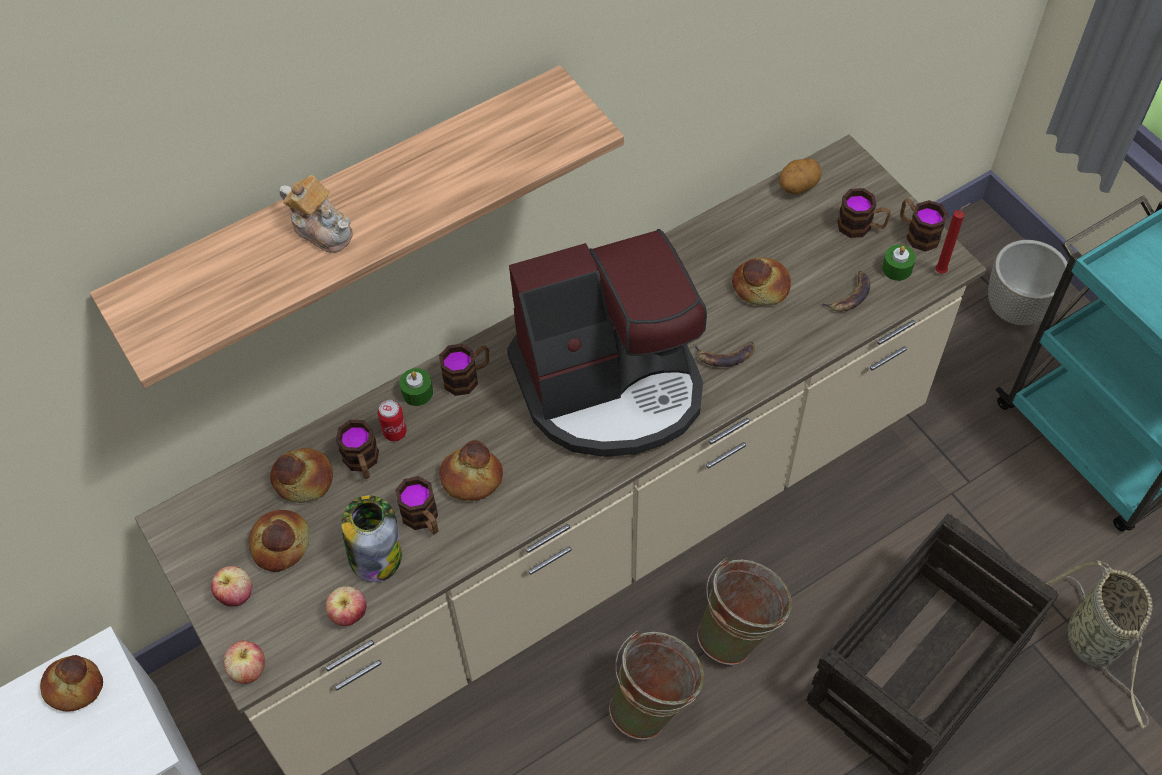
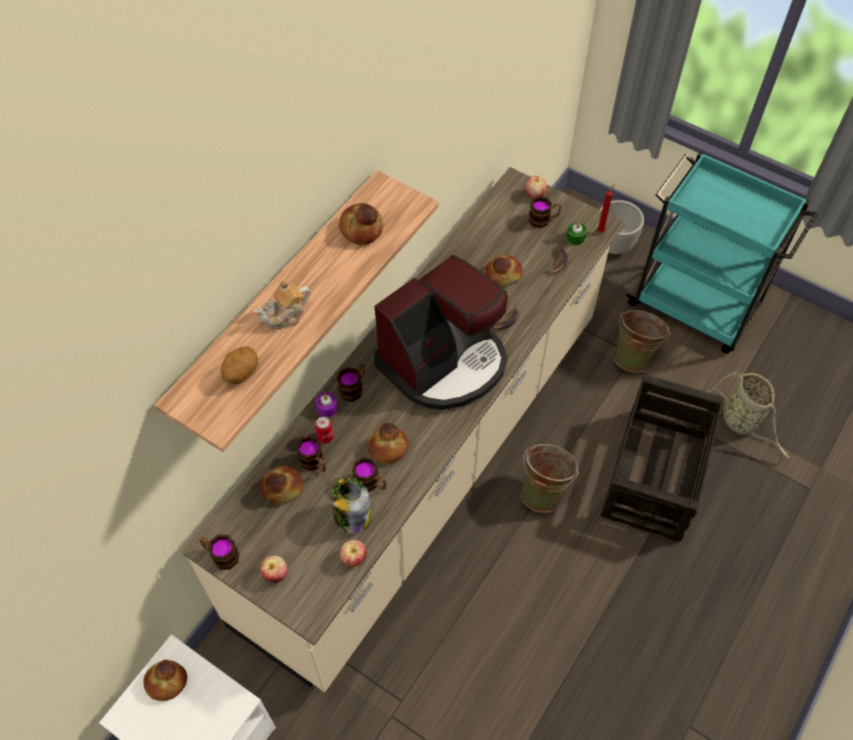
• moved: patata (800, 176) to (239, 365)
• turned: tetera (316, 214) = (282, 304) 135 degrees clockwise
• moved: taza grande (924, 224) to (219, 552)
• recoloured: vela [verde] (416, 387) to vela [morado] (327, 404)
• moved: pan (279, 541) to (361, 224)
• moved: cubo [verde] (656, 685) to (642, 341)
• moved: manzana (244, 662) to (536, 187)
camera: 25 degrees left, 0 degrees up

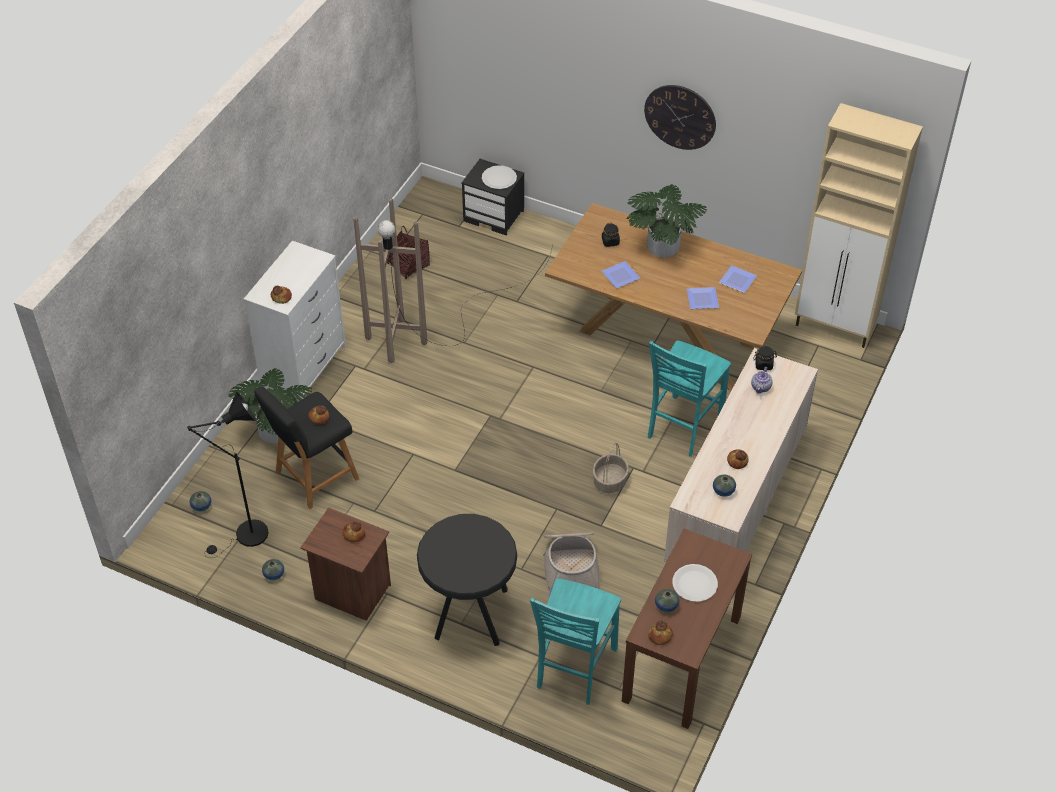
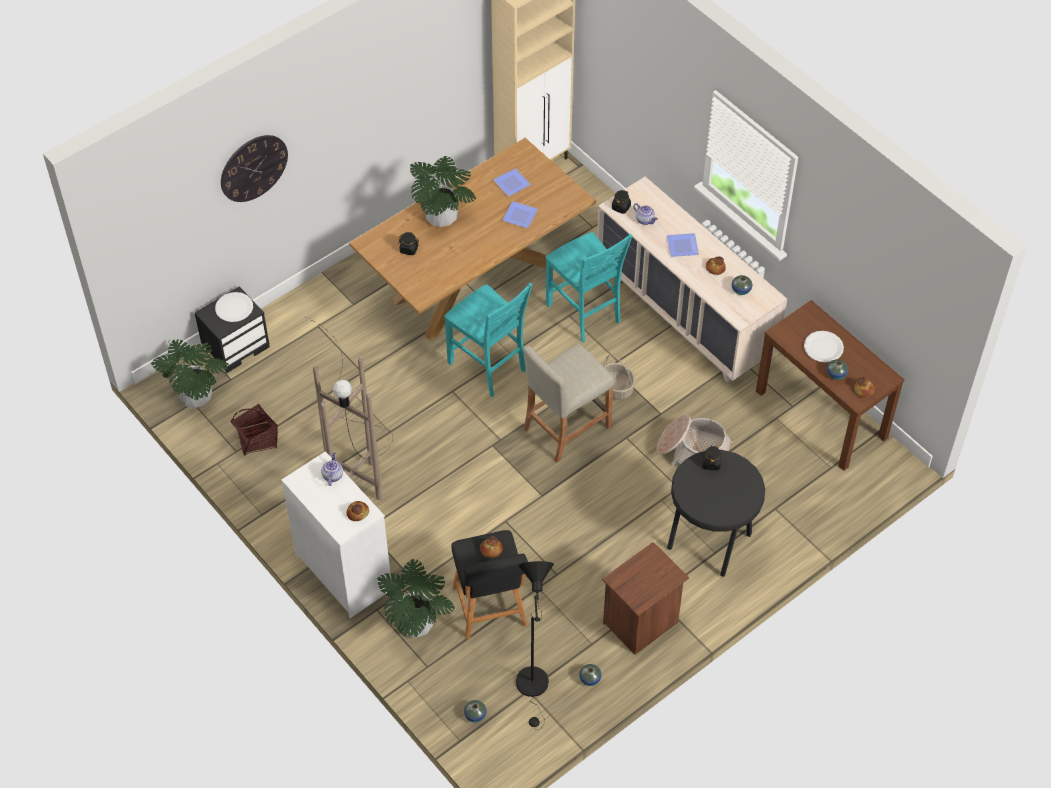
• moved: reloj de pared (680, 117) to (254, 168)
• moved: plato (620, 274) to (683, 245)
• removed: pan (353, 532)
• moved: silla [turquesa] (575, 641) to (488, 340)
• added: planta en maceta (190, 373)
• added: taburete [beis] (568, 403)
• added: tarro [negro] (712, 457)
• added: tetera (332, 469)
camera: 65 degrees left, 5 degrees up

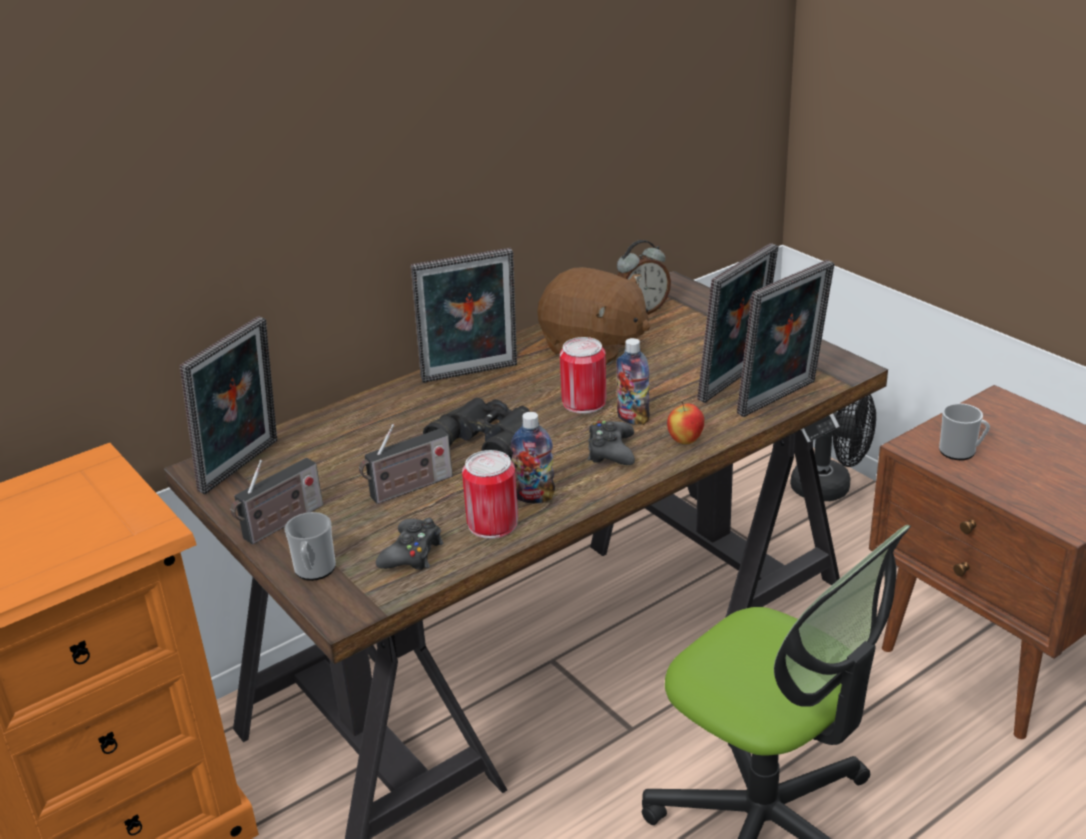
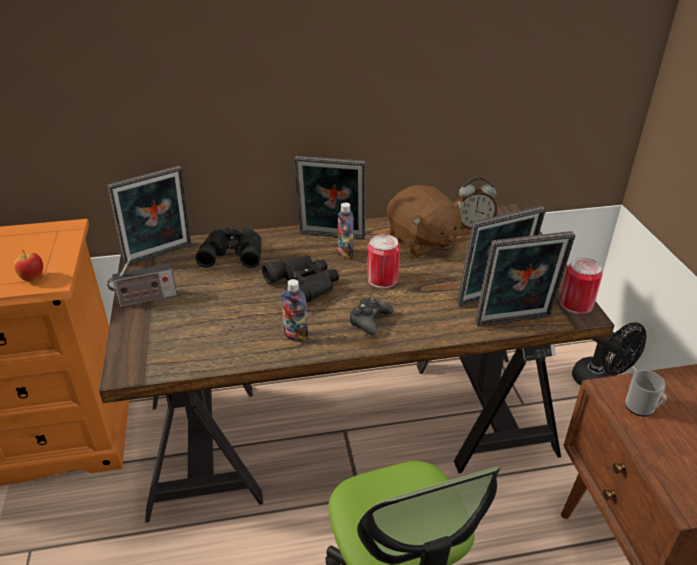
• moved: botella (632, 381) to (346, 231)
• moved: manzana (686, 422) to (28, 266)
• removed: radio (406, 464)
• moved: lata (490, 494) to (581, 285)
• removed: taza grande (310, 546)
• removed: mando de consola [negro] (409, 544)
• added: prismáticos [negro] (228, 248)
camera: 25 degrees right, 5 degrees up

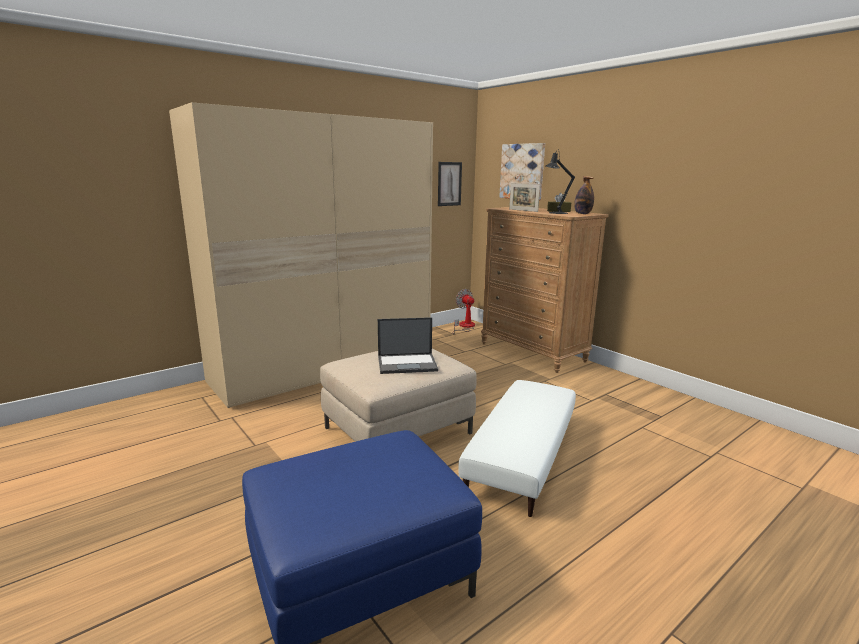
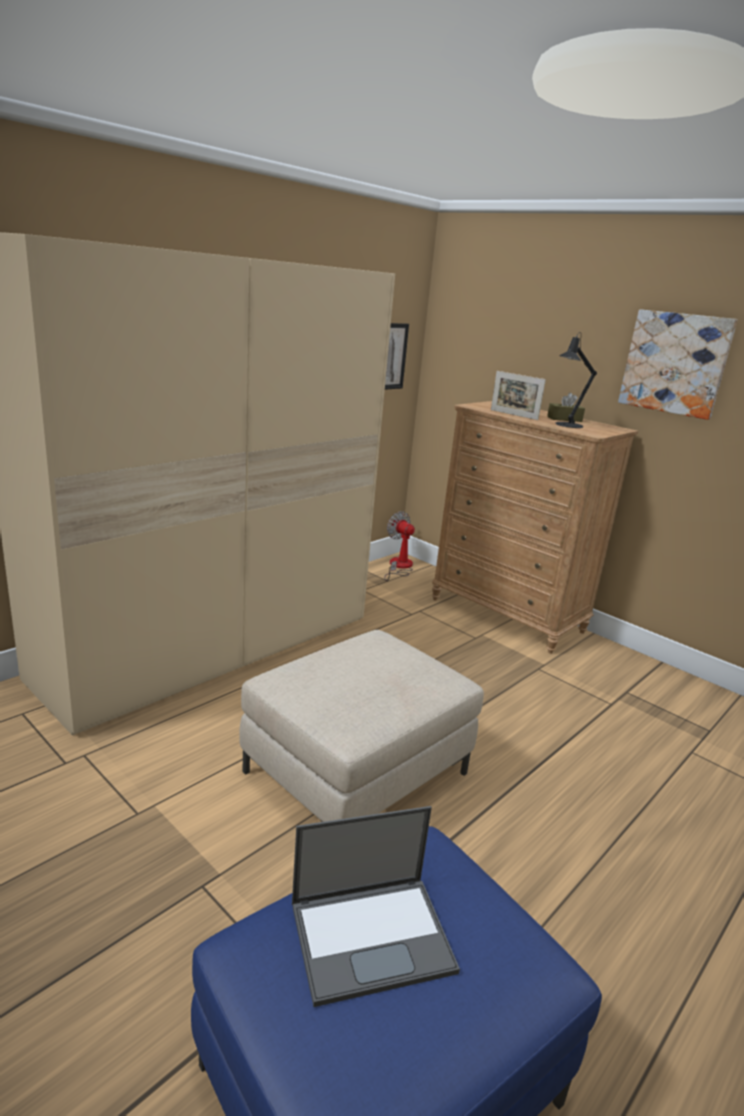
• moved: cuadro (522, 171) to (678, 364)
• removed: botella (584, 195)
• moved: portátil (408, 345) to (376, 906)
• removed: puf [blanco] (517, 448)
camera: 10 degrees left, 5 degrees up

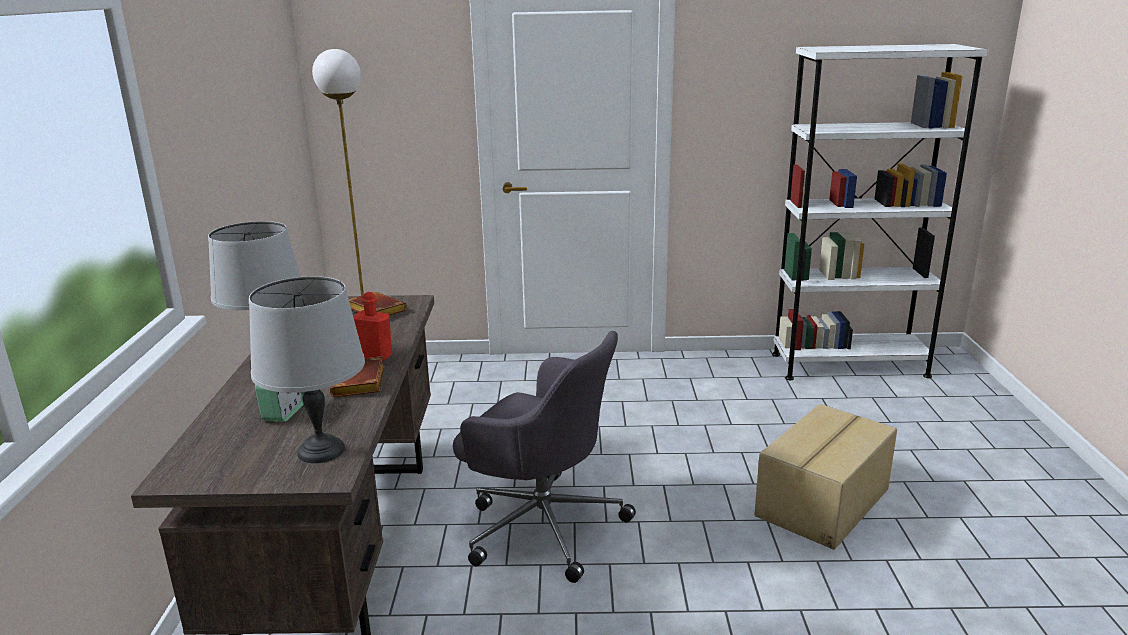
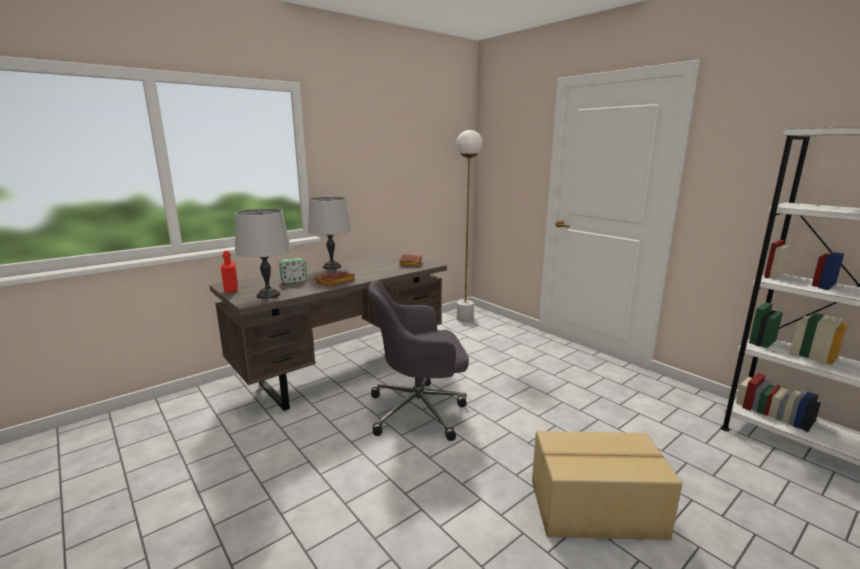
• moved: botella [rojo] (372, 326) to (229, 271)
• turned: silla de oficina [gris] (544, 457) = (418, 360) 90 degrees clockwise
camera: 50 degrees right, 5 degrees down

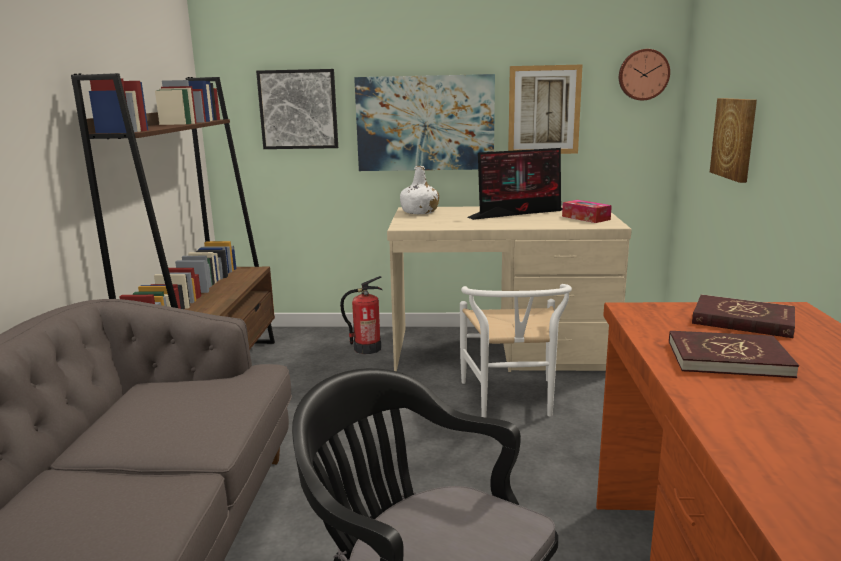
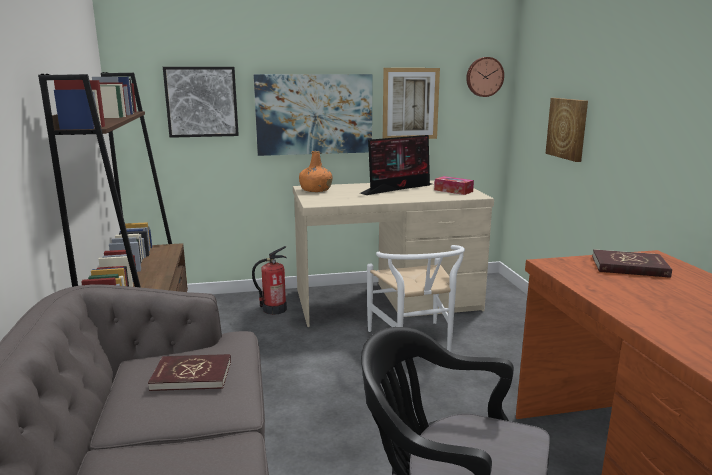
• recoloured: botella [blanco] (419, 190) to botella [naranja] (316, 171)
• moved: libro [rojo] (734, 354) to (189, 372)
camera: 15 degrees left, 0 degrees up

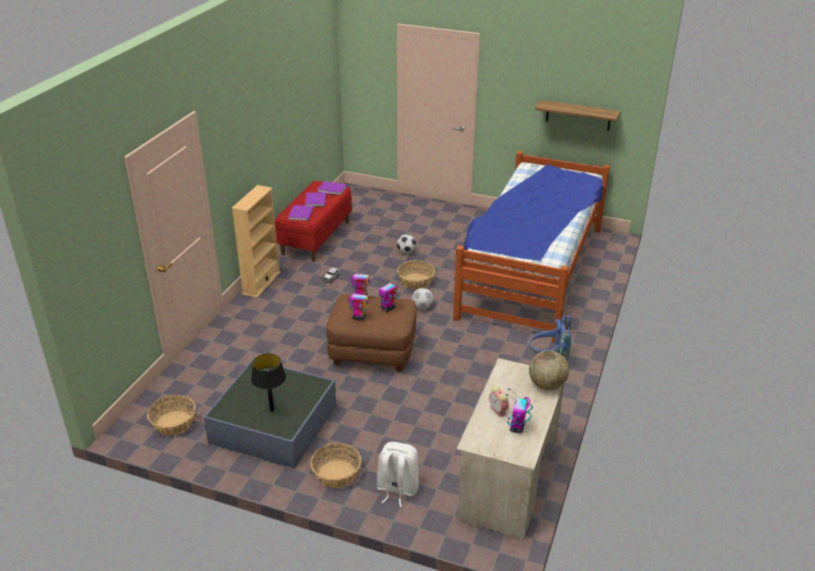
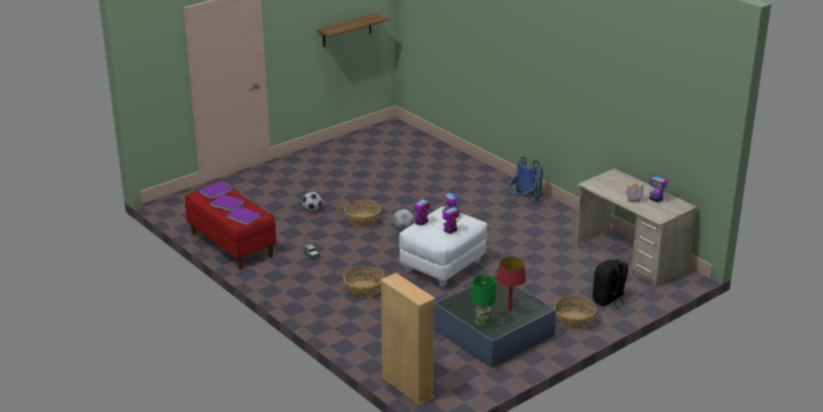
• removed: cama (531, 246)
• moved: estantería [beis] (256, 241) to (408, 339)
• recoloured: puf [marrón] (371, 333) to puf [blanco] (443, 247)
• removed: globo terráqueo (549, 370)
• recoloured: lámpara de mesa [negro] (268, 382) to lámpara de mesa [rojo] (511, 284)
• moved: cesta (171, 415) to (363, 281)
• recoloured: mochila [blanco] (398, 474) to mochila [negro] (611, 284)
• added: lámpara de mesa [verde] (484, 301)
camera: 60 degrees left, 5 degrees down

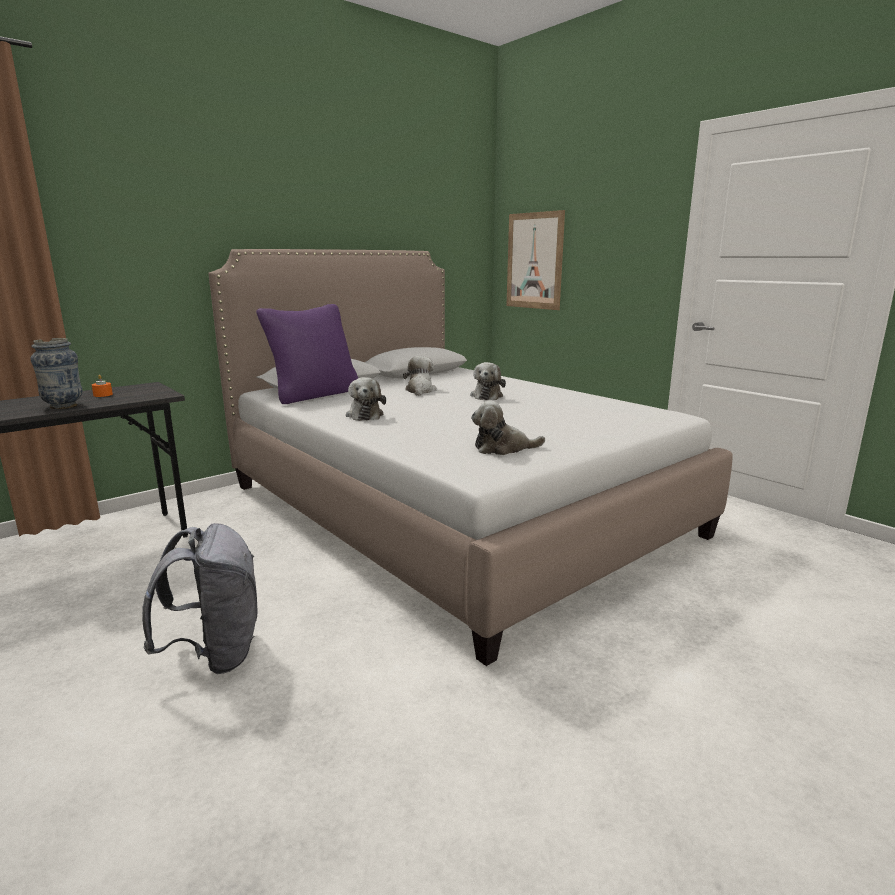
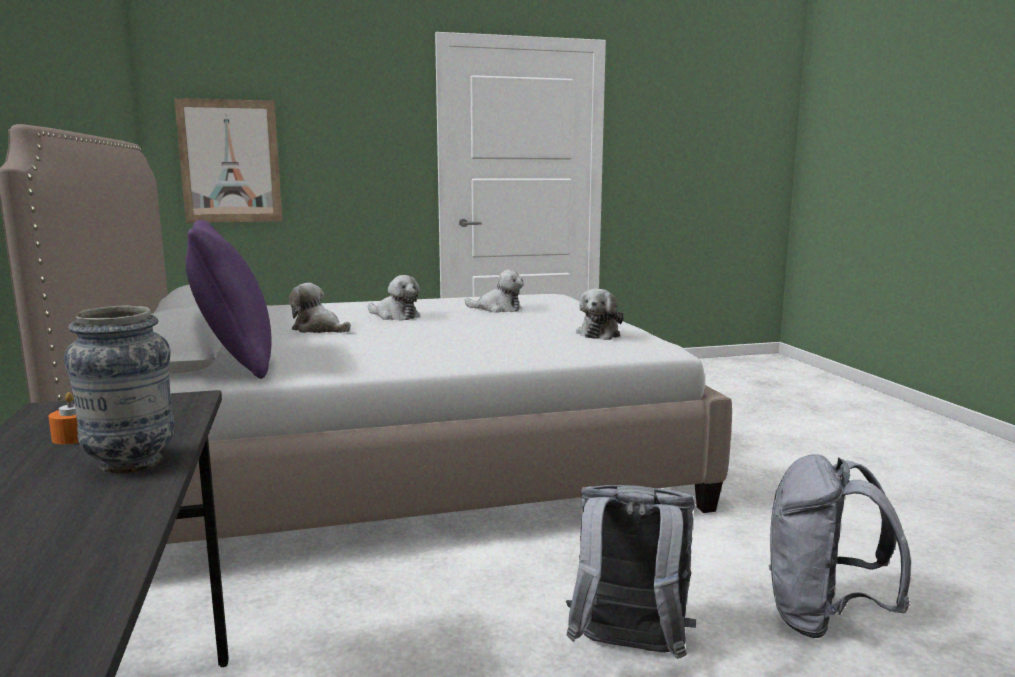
• moved: peluche (366, 399) to (494, 291)
• added: mochila [gris] (840, 546)
camera: 65 degrees left, 5 degrees down

